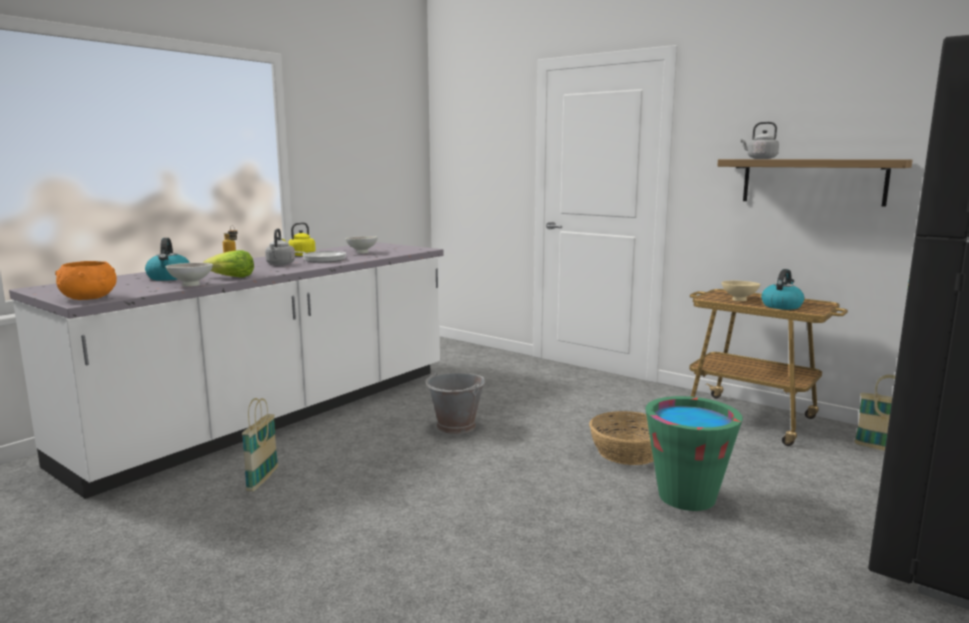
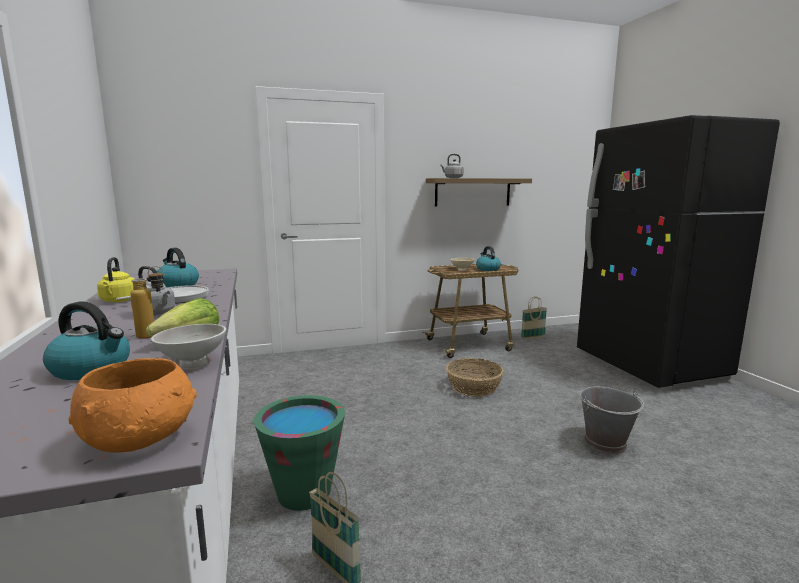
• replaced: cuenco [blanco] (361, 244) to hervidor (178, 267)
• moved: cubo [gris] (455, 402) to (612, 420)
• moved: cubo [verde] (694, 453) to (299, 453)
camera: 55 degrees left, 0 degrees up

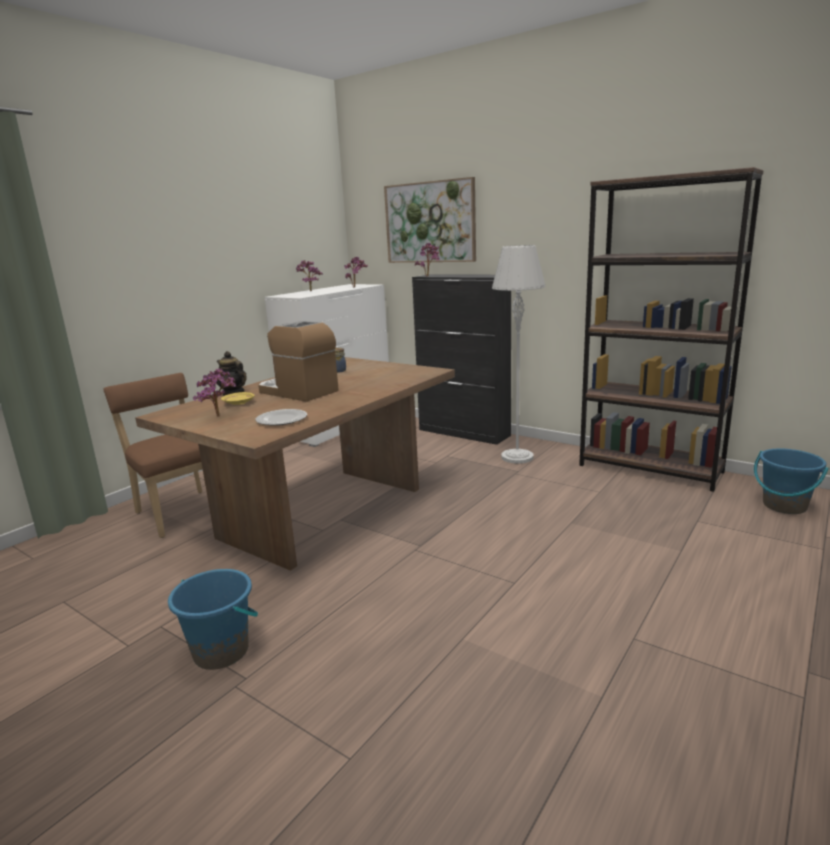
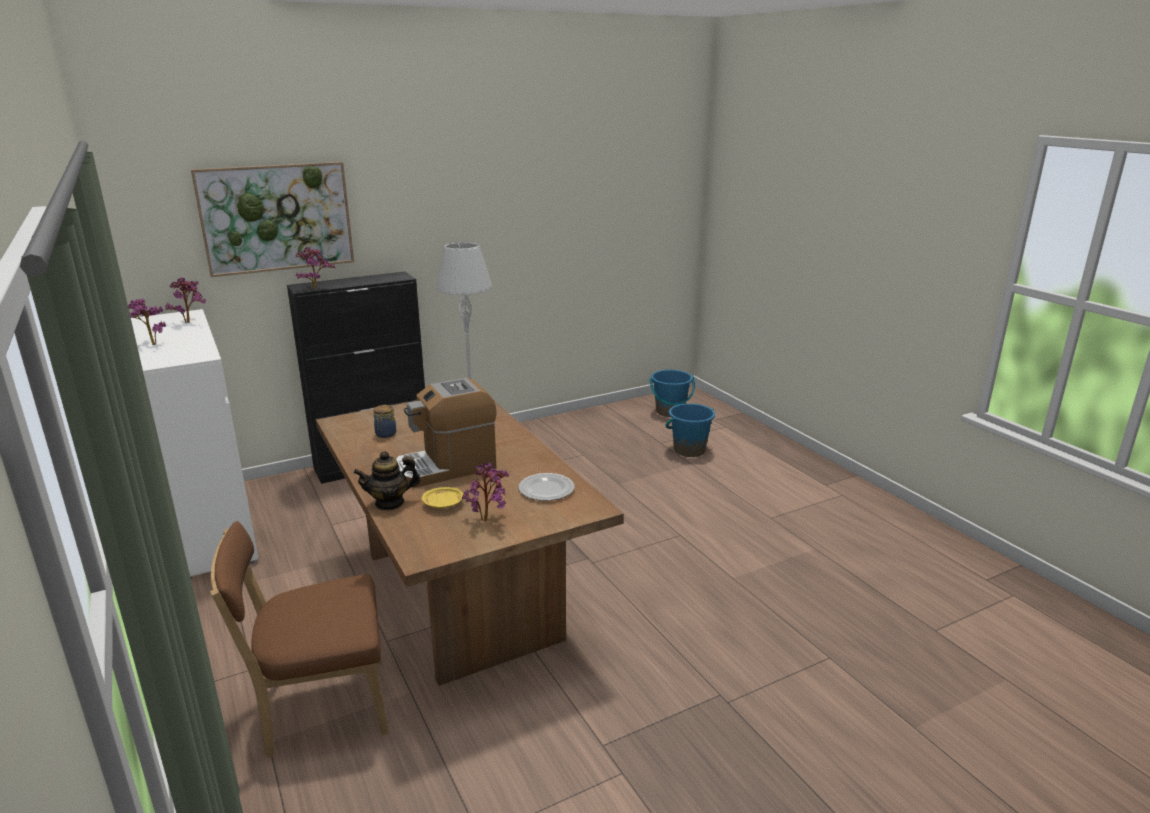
• removed: estantería [marrón] (671, 329)
• moved: cubo [azul] (213, 619) to (690, 430)
camera: 65 degrees left, 5 degrees up

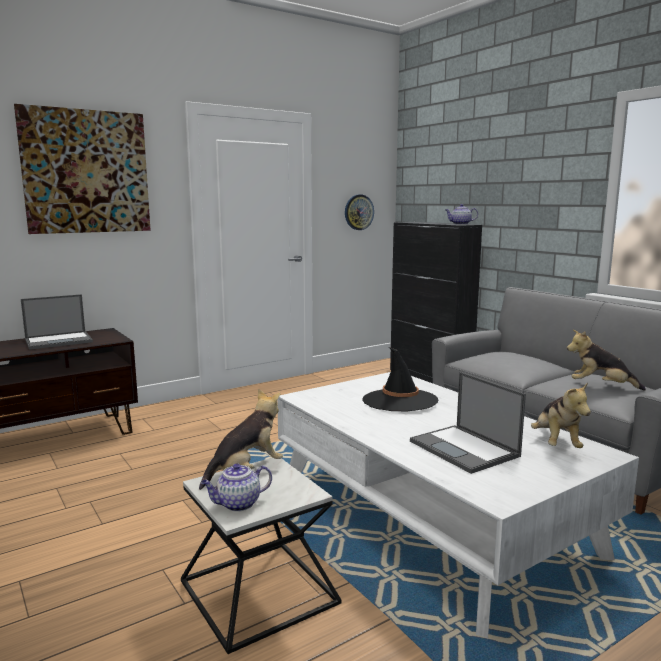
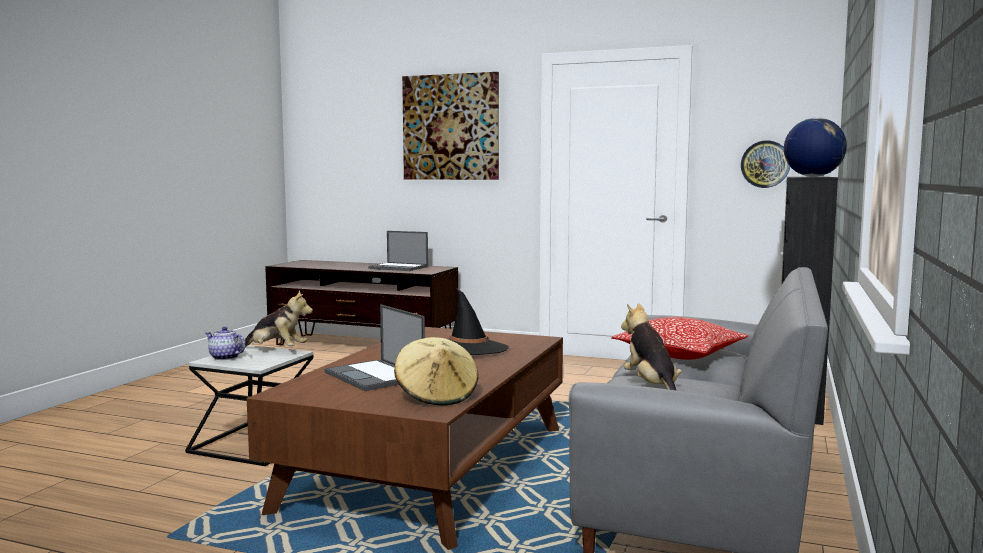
• replaced: tetera (461, 214) to globo terráqueo (815, 147)
• recoloured: mesa de centro [blanco] (458, 505) to mesa de centro [marrón] (405, 438)
• turned: portátil (468, 423) = (375, 347) 60 degrees counterclockwise
• replaced: peluche (561, 415) to sombrero [beis] (436, 371)
• added: cojín (680, 338)
camera: 55 degrees right, 5 degrees down

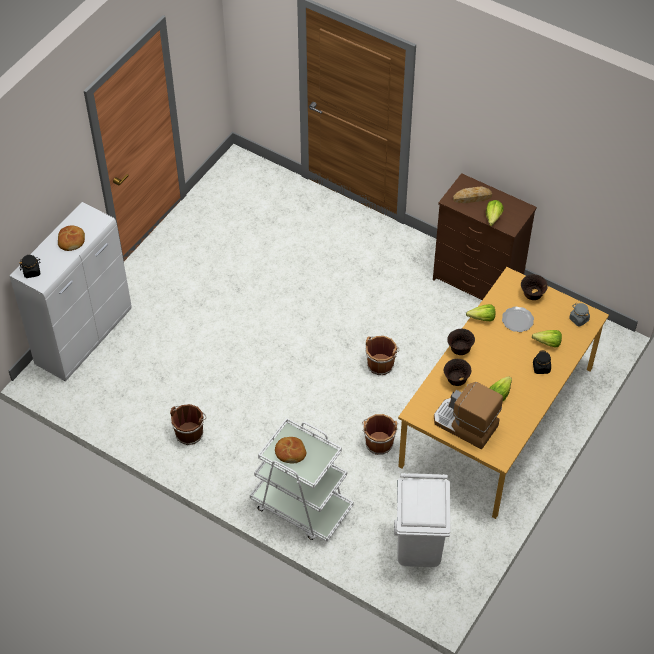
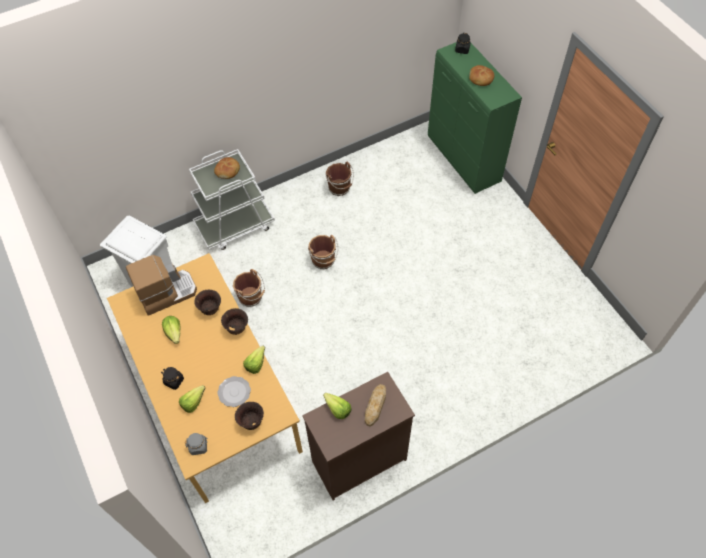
• recoloured: armario [blanco] (70, 291) to armario [verde] (475, 118)
• moved: cubo [marrón] (382, 355) to (323, 252)
camera: 120 degrees right, 5 degrees up

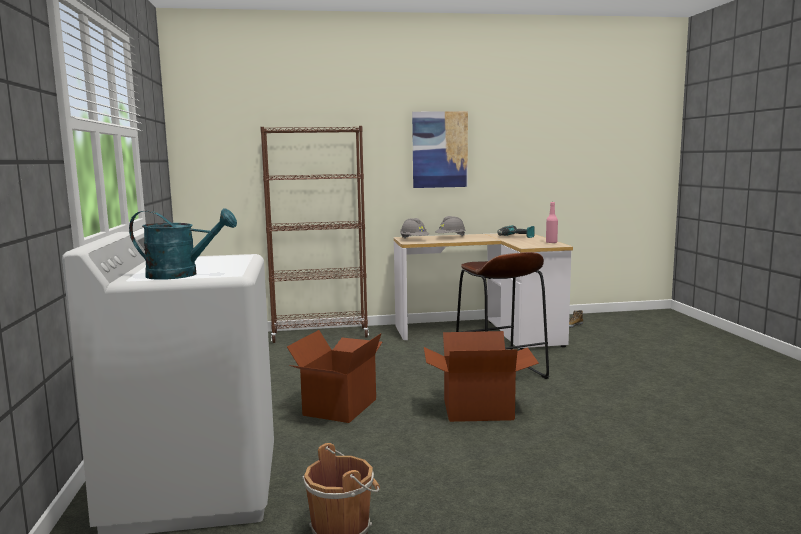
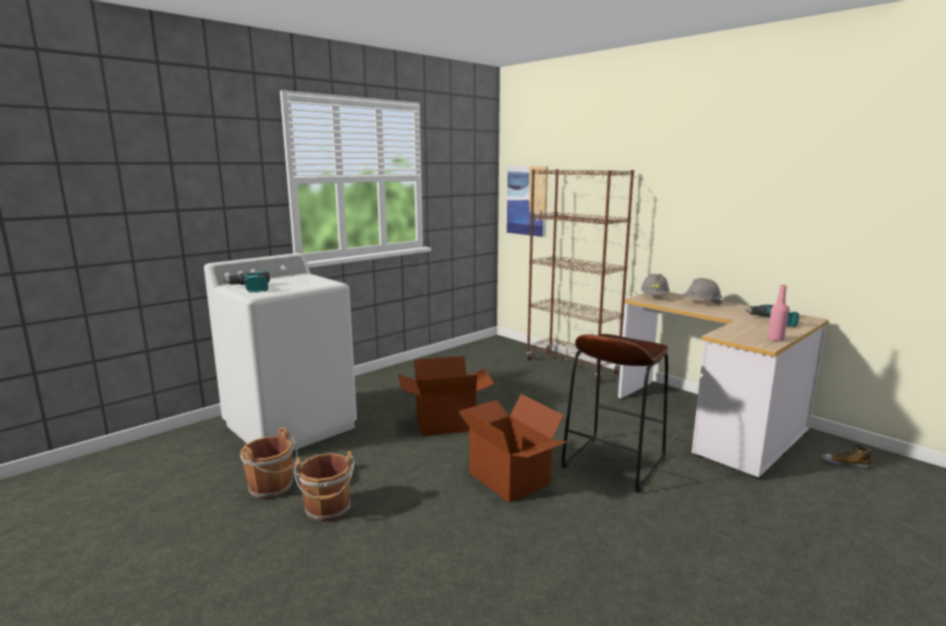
• moved: cuadro (440, 149) to (527, 201)
• replaced: regadera [turquesa] (183, 244) to taladro (246, 282)
• added: cubo [marrón] (324, 486)
camera: 55 degrees right, 5 degrees up

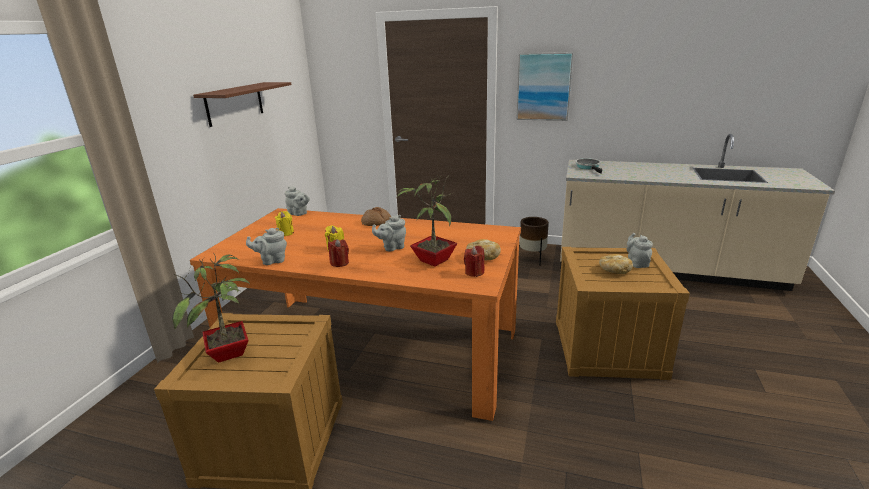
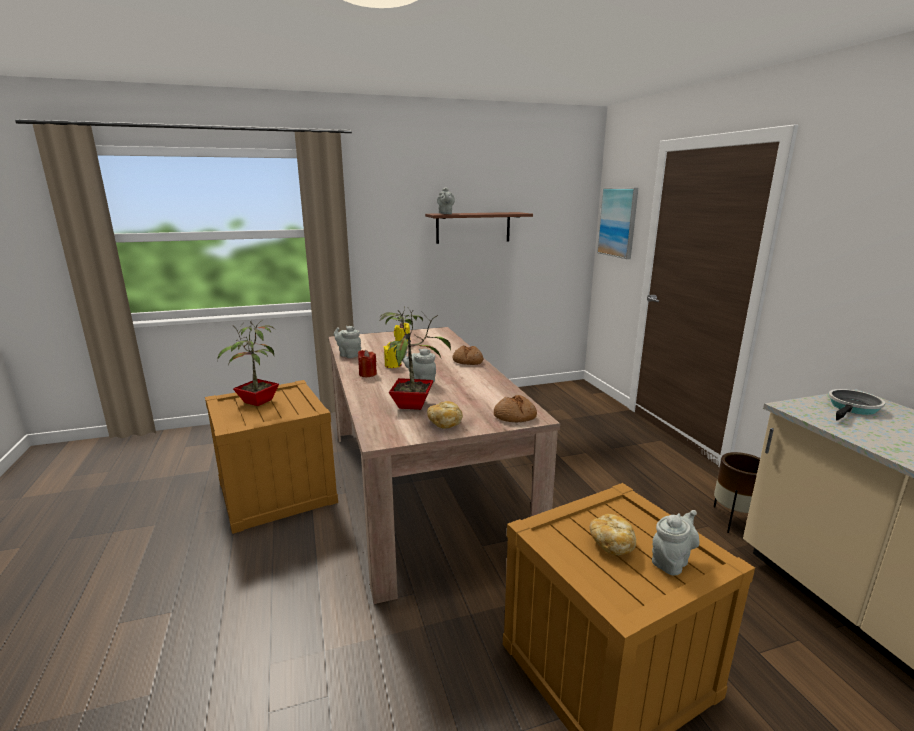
• moved: cuadro (544, 86) to (617, 223)
• moved: tetera [gris] (297, 201) to (446, 200)
• recoloured: mesa de comedor [naranja] (355, 314) to mesa de comedor [beis] (444, 465)
• removed: vela [rojo] (474, 261)
• added: pan (515, 408)
camera: 55 degrees right, 5 degrees down

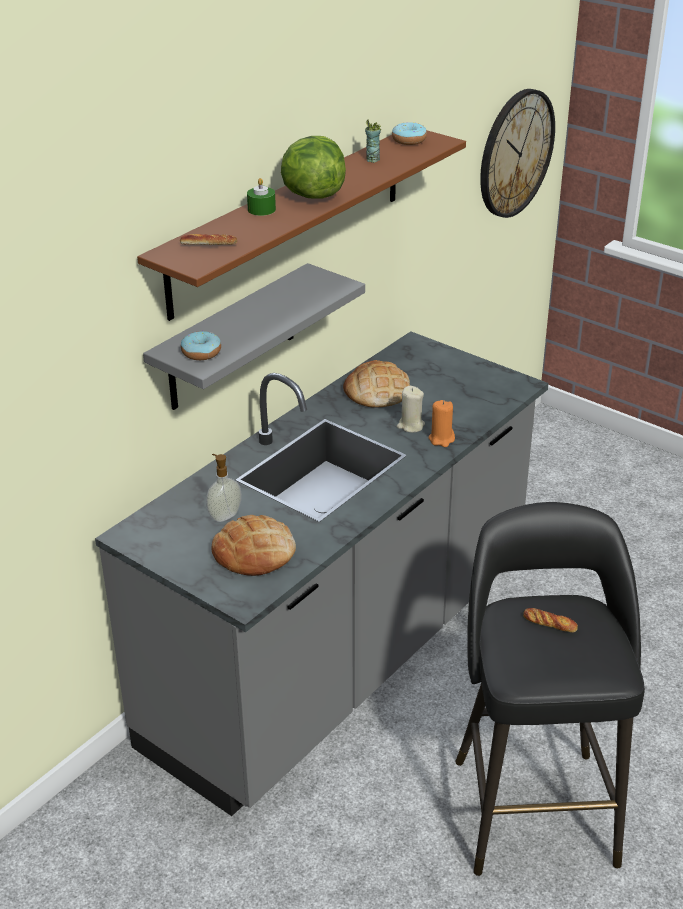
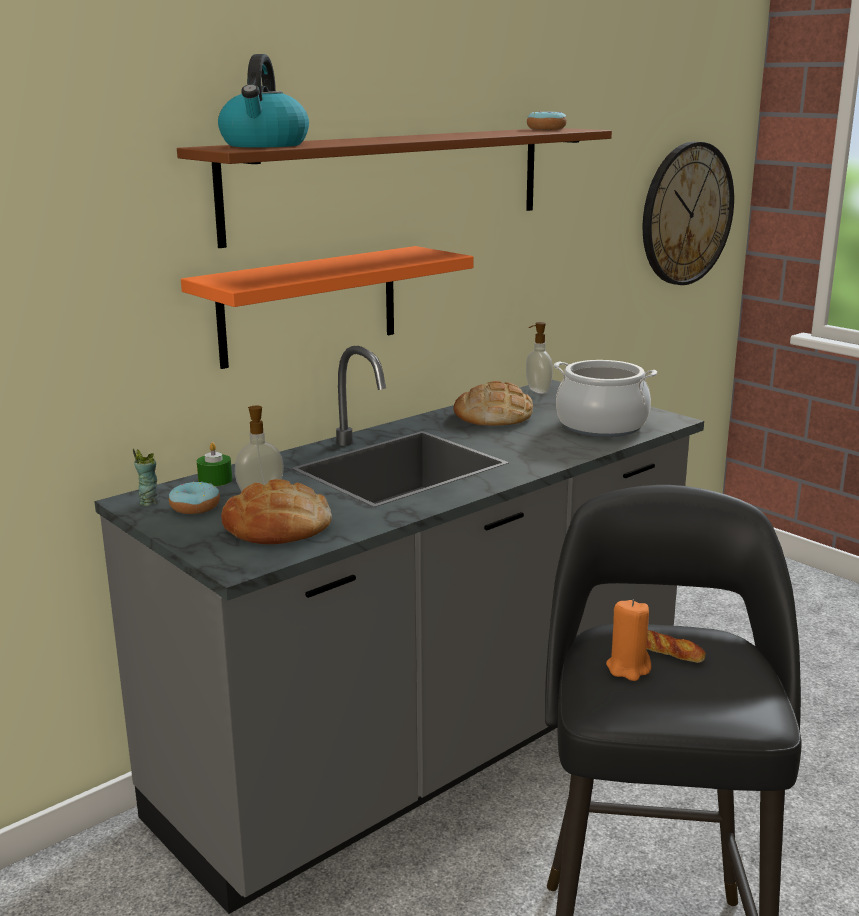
• moved: taza (373, 141) to (146, 477)
• removed: lechuga (313, 167)
• moved: vela [verde] (261, 197) to (214, 464)
• replaced: pan (208, 239) to hervidor (263, 101)
• recoloured: estante [gris] (254, 336) to estante [naranja] (327, 307)
• moved: rosquilla (201, 345) to (194, 497)
• removed: vela [beis] (411, 409)
• moved: vela [naranja] (442, 423) to (628, 640)
• added: dispensador de jabón (539, 358)
• added: olla (605, 398)
camera: 10 degrees right, 15 degrees down

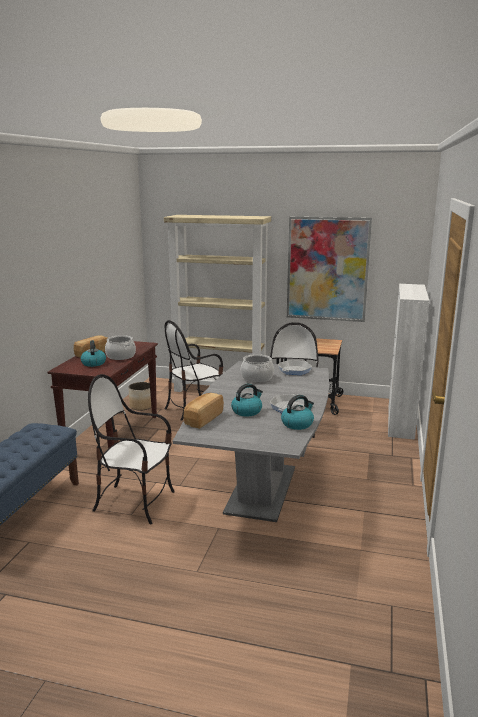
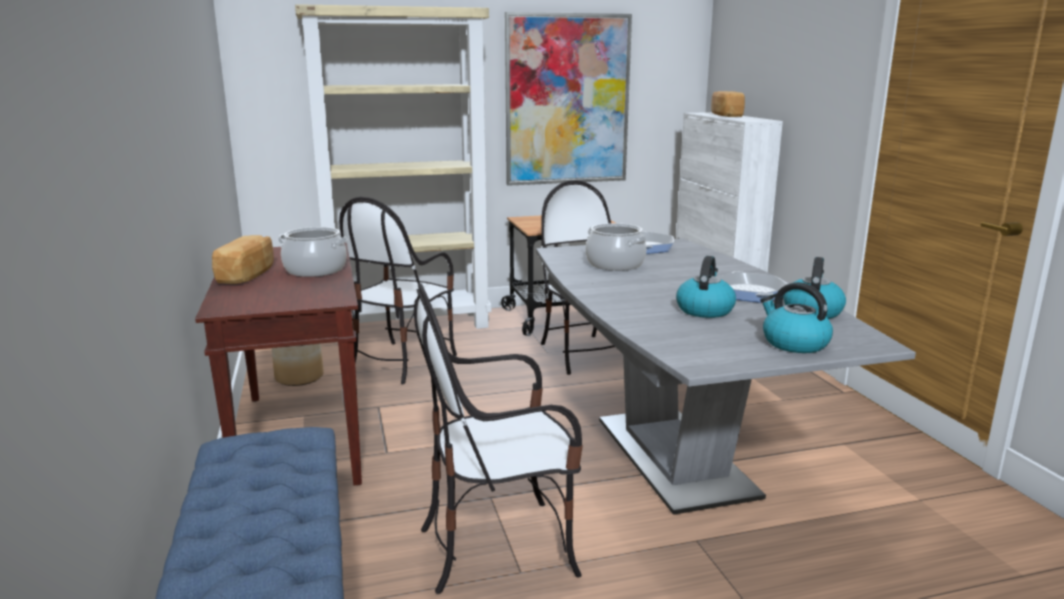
• moved: hervidor (93, 353) to (796, 317)
• moved: pan (204, 411) to (728, 104)
camera: 30 degrees left, 0 degrees up

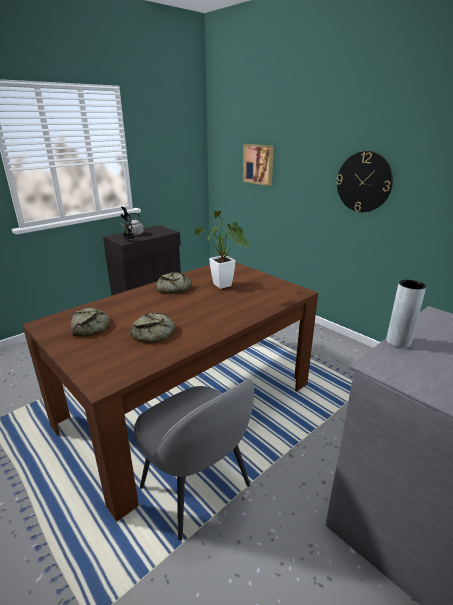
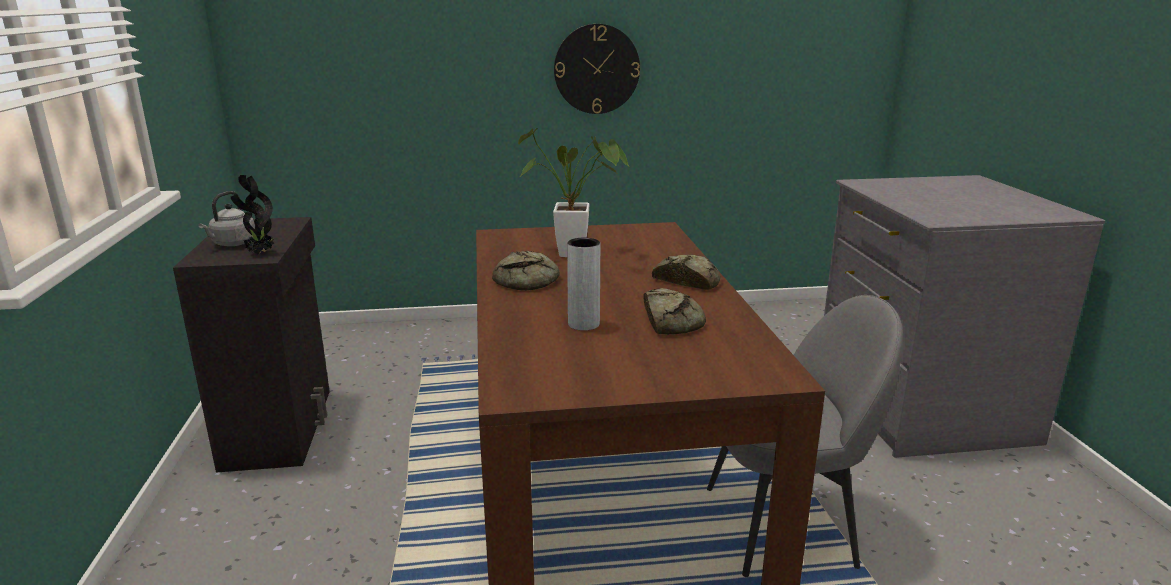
• removed: cuadro (258, 165)
• moved: florero [gris] (406, 314) to (583, 284)
• moved: pan (90, 322) to (686, 272)
camera: 55 degrees left, 5 degrees down

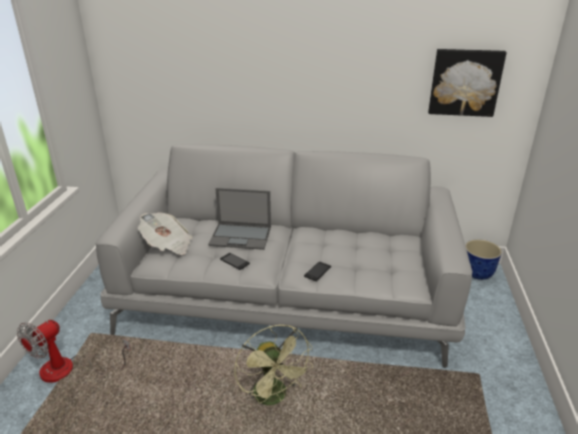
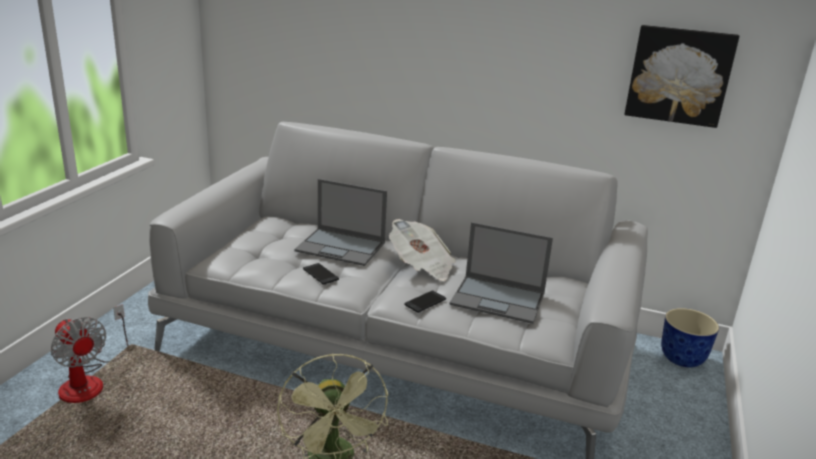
• moved: periódico (165, 234) to (422, 250)
• turned: ventilador (74, 351) = (90, 353) 90 degrees counterclockwise
• added: portátil (501, 273)
camera: 10 degrees right, 5 degrees down

